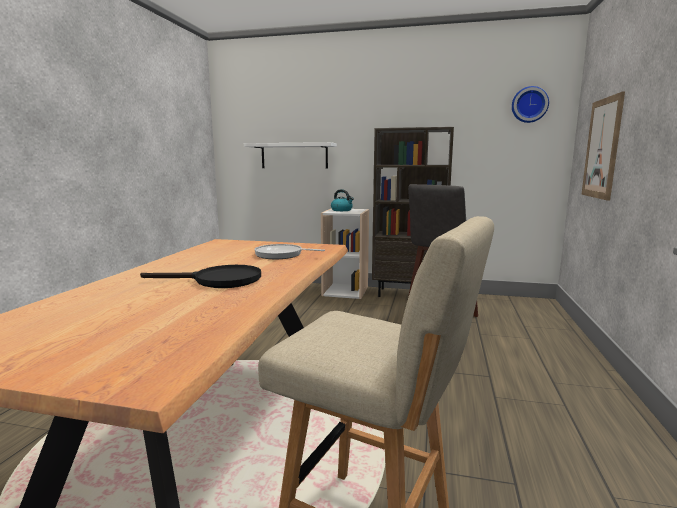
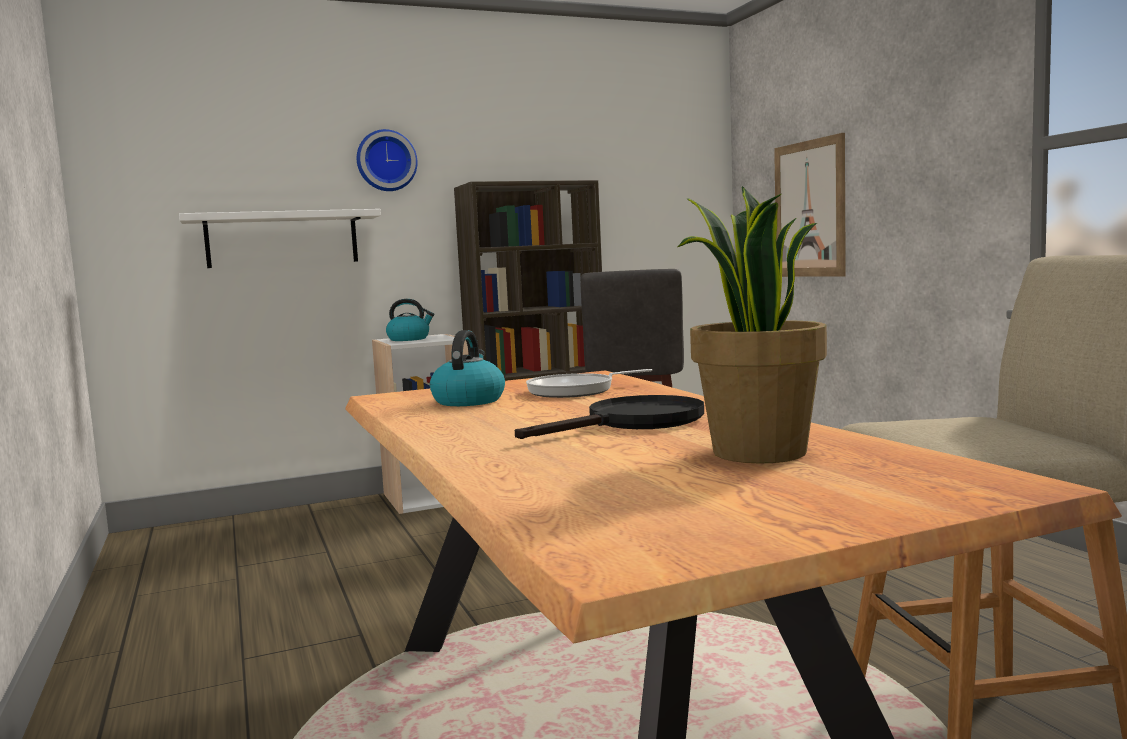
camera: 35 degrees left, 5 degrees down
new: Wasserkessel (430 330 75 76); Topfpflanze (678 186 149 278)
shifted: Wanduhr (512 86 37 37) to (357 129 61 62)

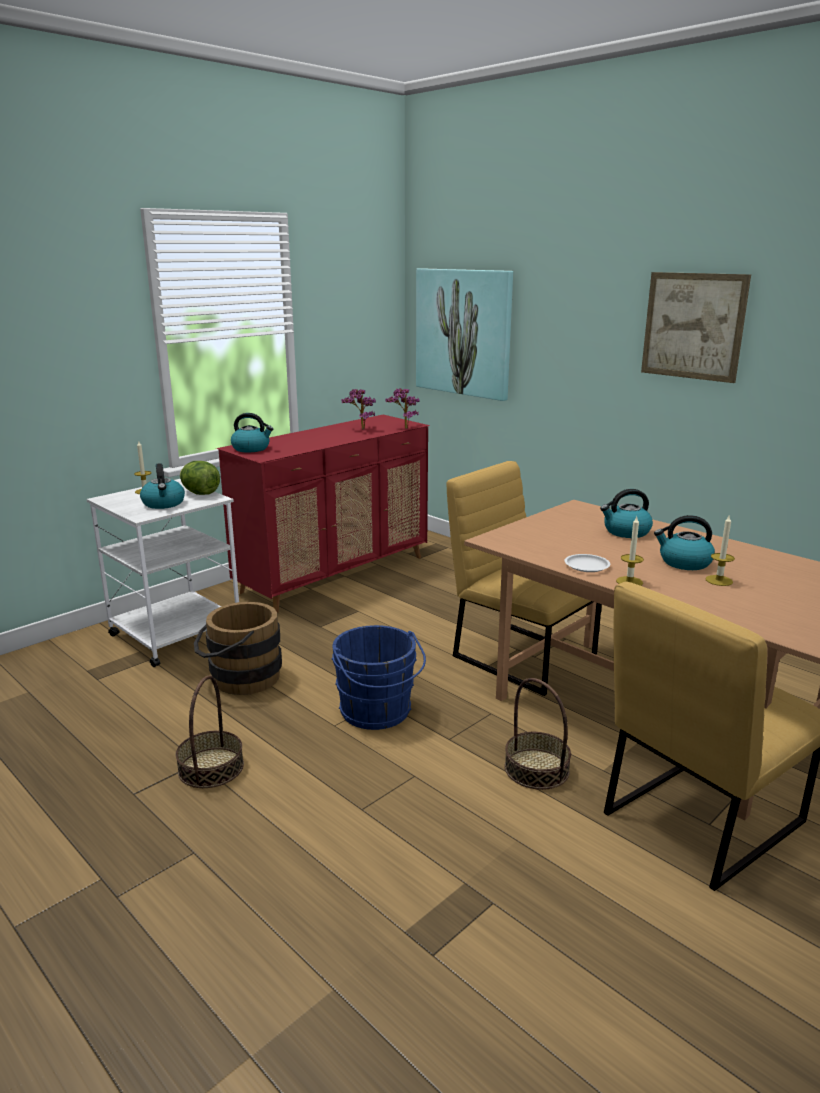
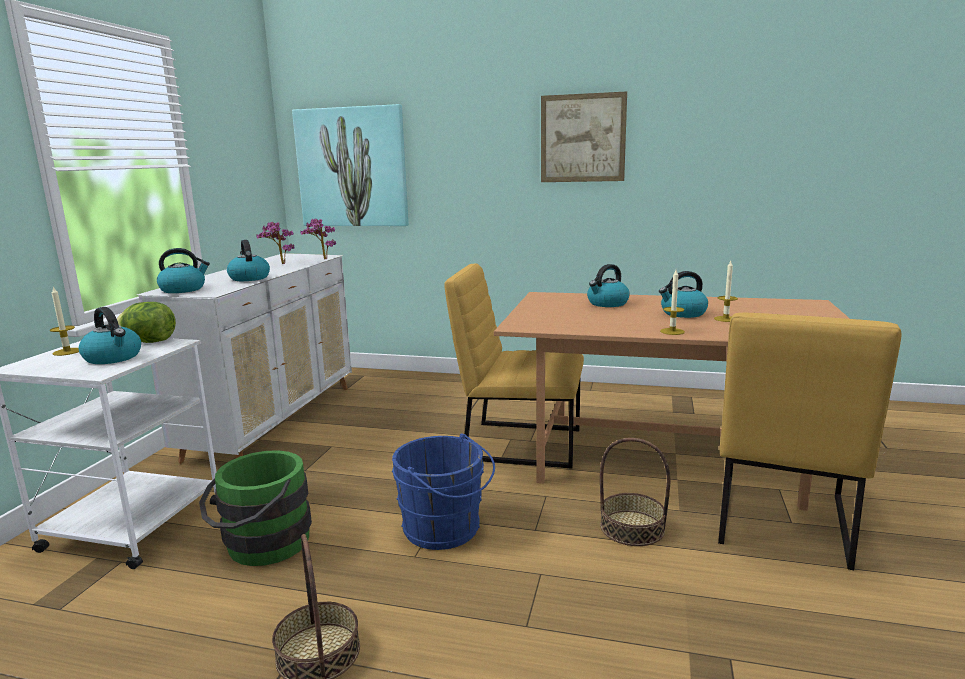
camera: 30 degrees left, 5 degrees down
gone: Teller (weiß) (565 554 45 18)
new: Wasserkessel (227 240 43 41)
repainted: Eimer (braun) (194 602 88 93) to Eimer (grün) (199 450 113 116); Schrank (rot) (216 415 214 198) to Schrank (weiß) (137 253 215 211)

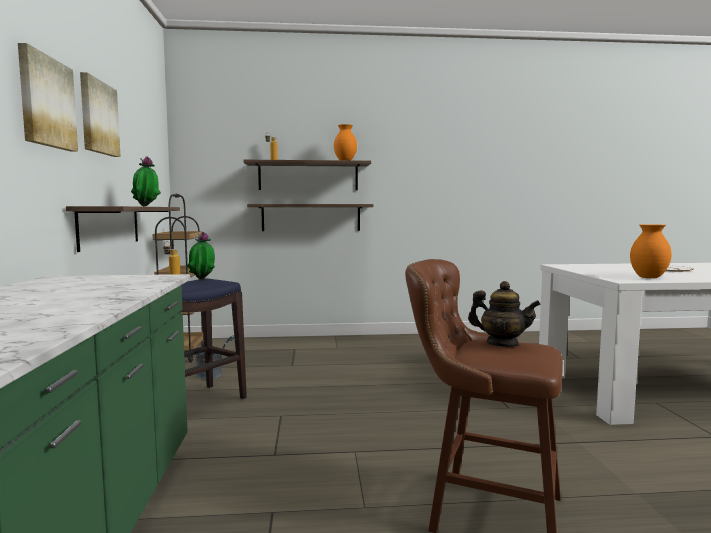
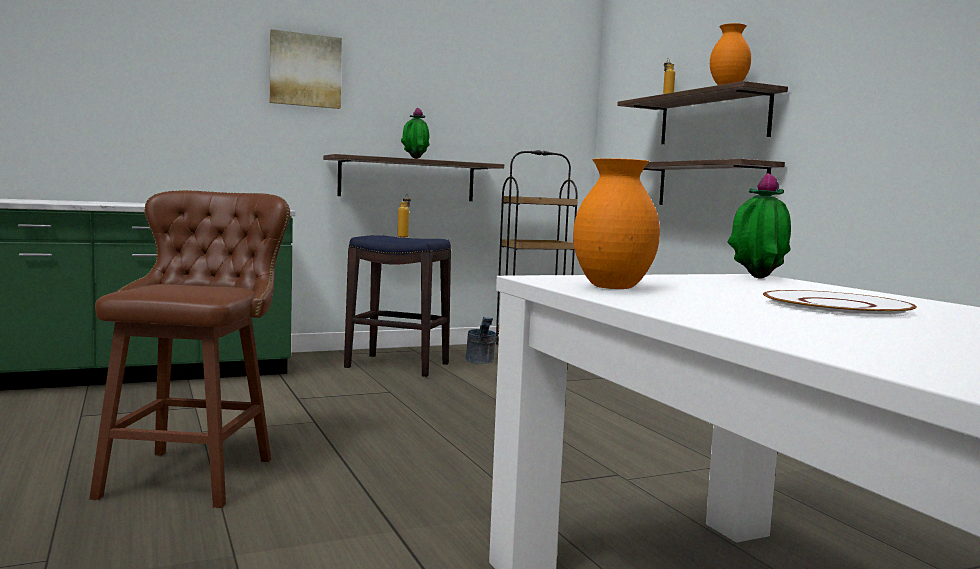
camera: 70 degrees right, 0 degrees up
gone: Bild (80 72 41 85); Teekanne (468 281 73 66)
shifted: Topfpflanze (187 232 28 47) to (728 173 63 106)

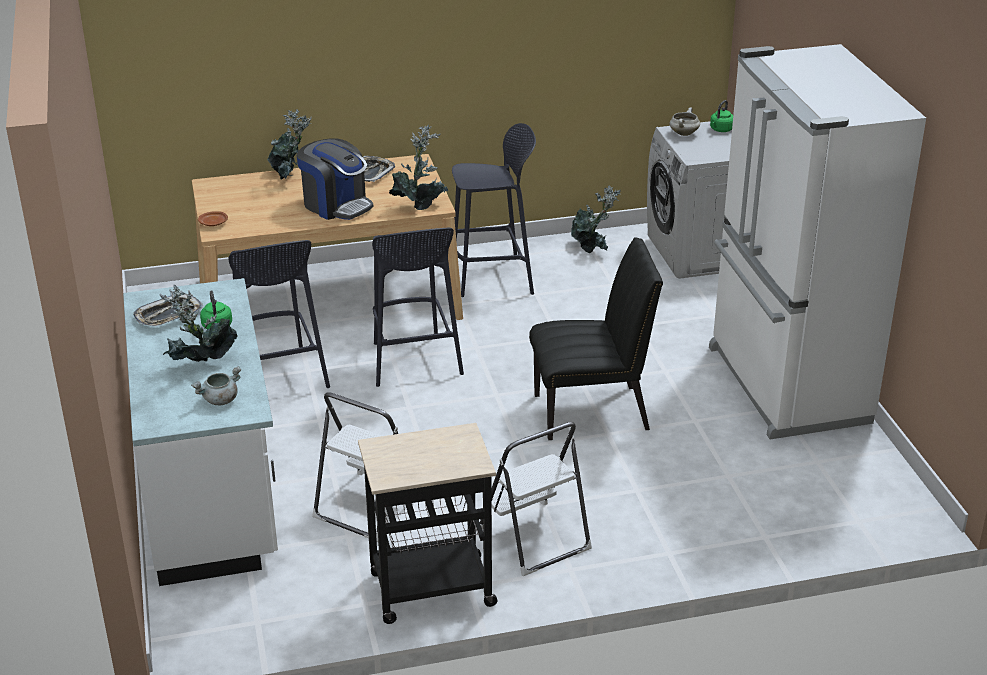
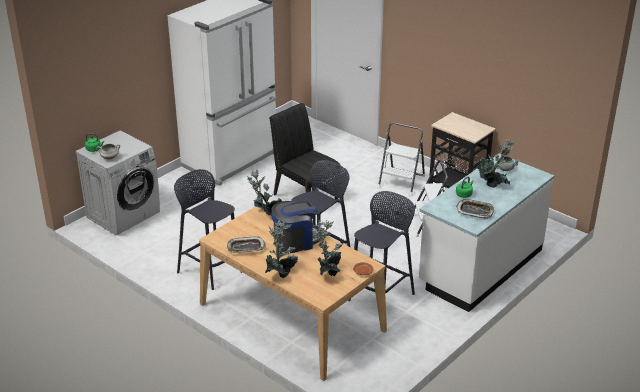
camera: 125 degrees left, 0 degrees up
shifted: Topfpflanze (571 185 50 68) to (312 220 31 56)
rotated: Kaffeemaschine (296 138 77 82) = (272 201 49 52) 60 degrees clockwise

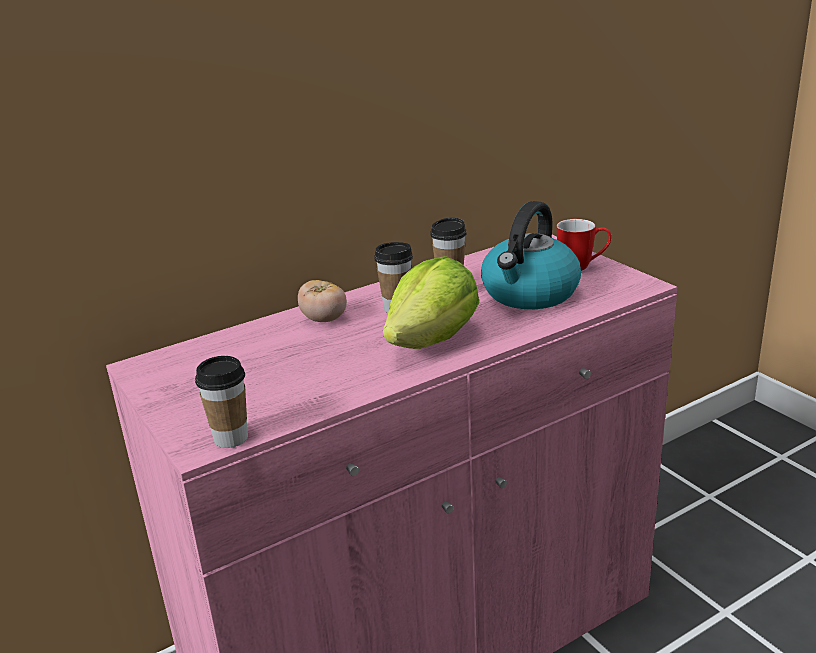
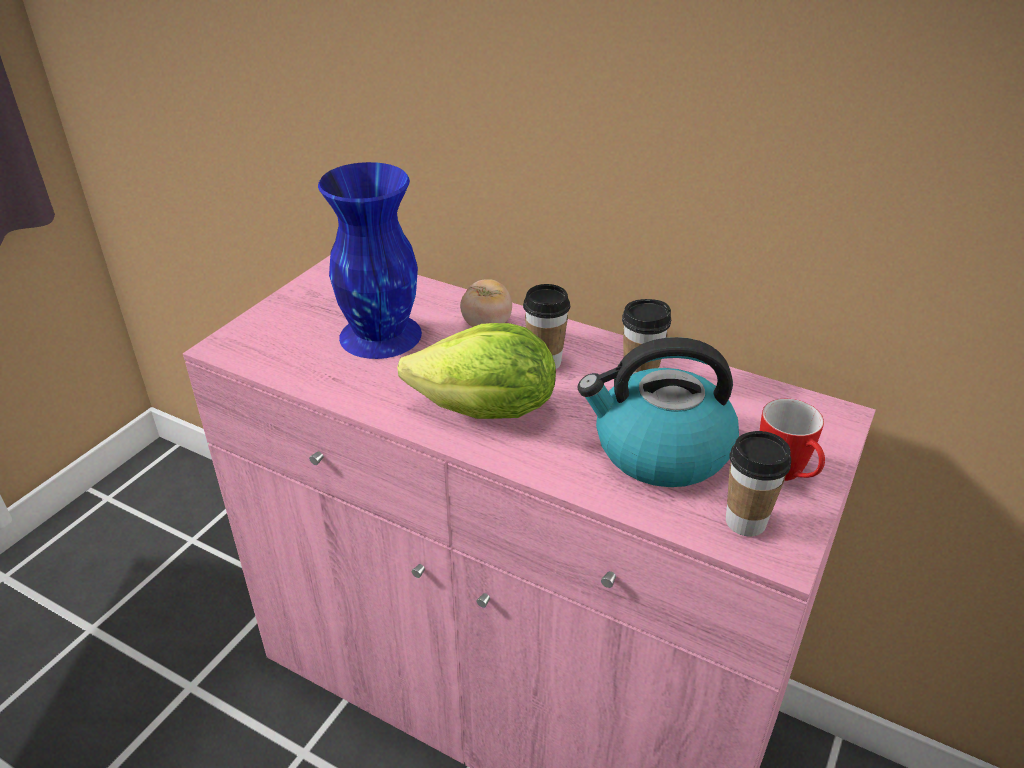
camera: 60 degrees right, 10 degrees up
new: Vase (blau) (318 162 104 197)
shifted: Tasse (195 356 53 92) to (726 431 65 105)

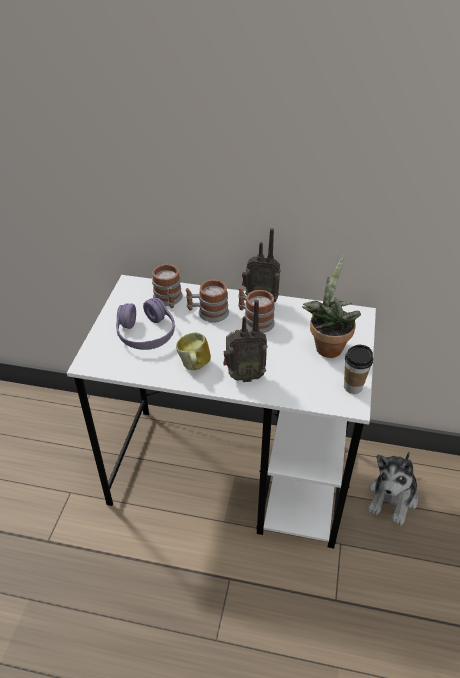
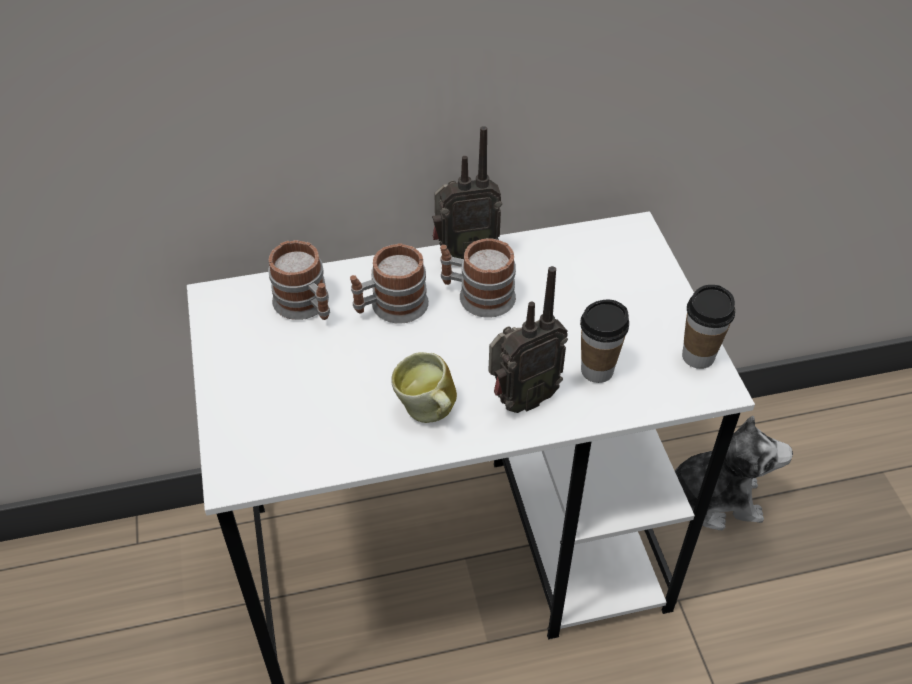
camera: 25 degrees left, 5 degrees up
gone: Kopfhörer (lila) (116 298 59 52); Topfpflanze (302 255 59 103)
new: Tasse (580 300 49 83)
rotated: Plüschtier (368 451 50 75) = (675 416 118 114) 90 degrees counterclockwise

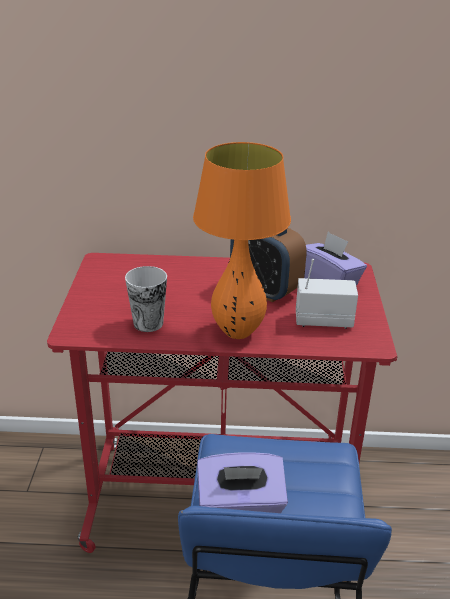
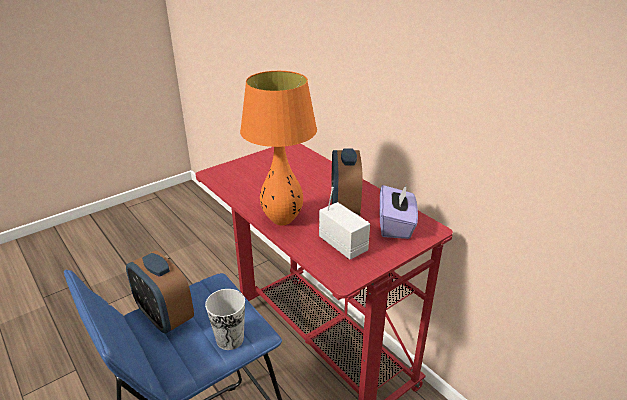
camera: 50 degrees right, 0 degrees up
shifted: Tasse (125 266 42 66) to (205 289 40 61)
swapped: Taschentuchbox (lila) (197 452 91 61) to Wecker (126 250 68 84)

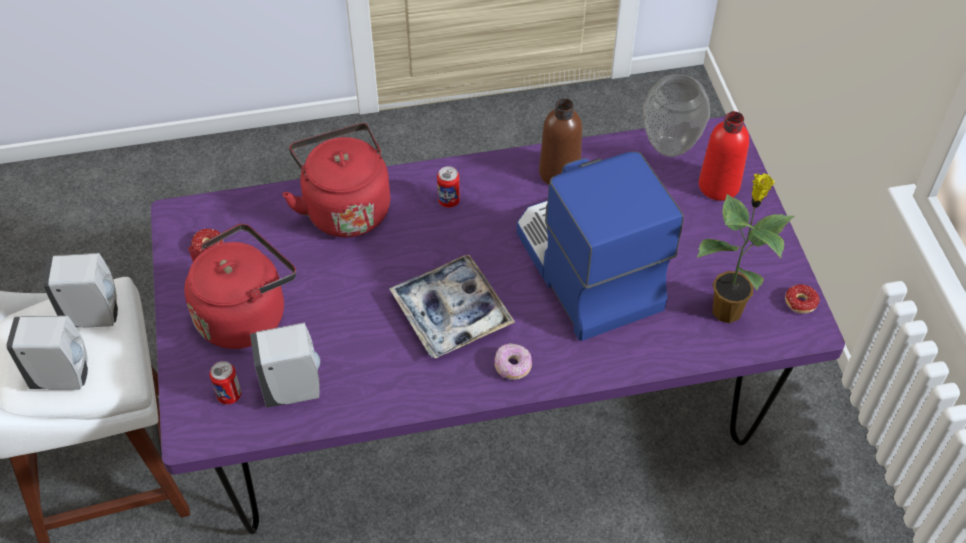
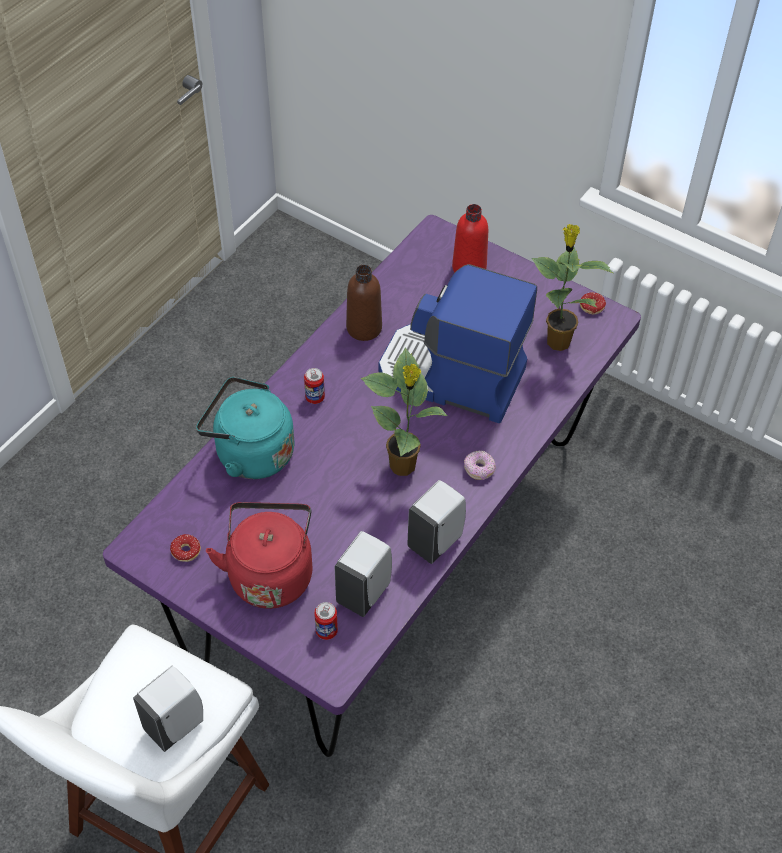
camera: 45 degrees left, 0 degrees up
gone: Vase (643 74 67 83)
shifted: Seifenspender (weiß) (43 253 75 75) to (407 480 59 84)
swapped: Tablett (389 255 126 104) to Topfpflanze (361 347 87 129)
repainted: Wasserkessel (rot) (282 123 108 114) to Wasserkessel (türkis) (196 377 99 102)

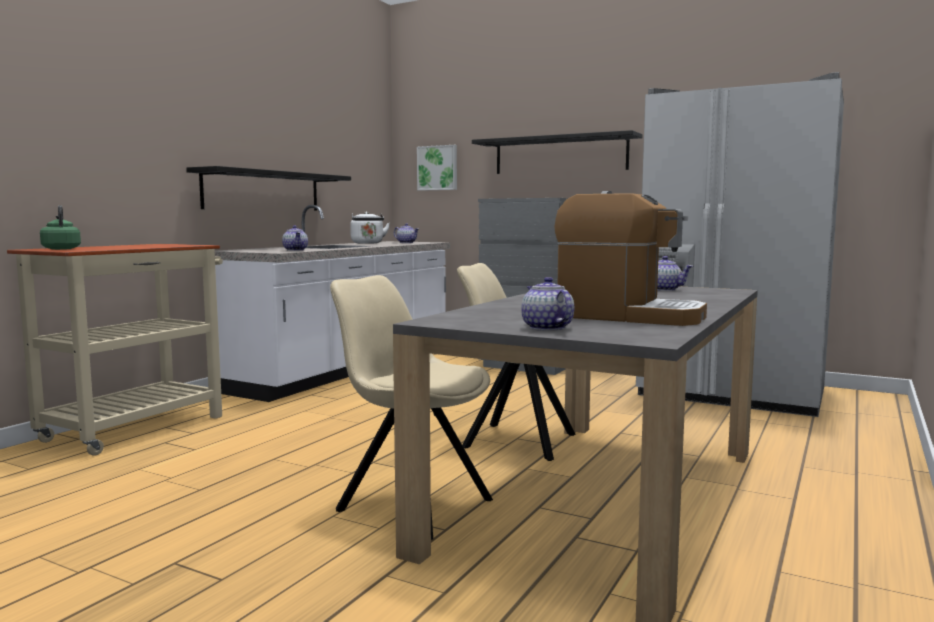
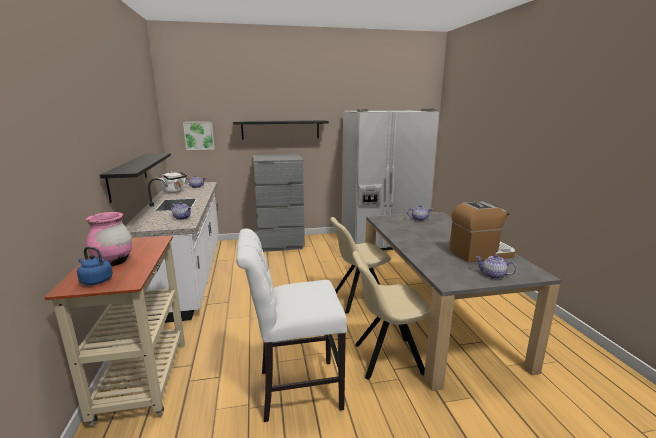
camera: 40 degrees left, 10 degrees up
new: Vase (rosa) (86 212 46 54); Hocker (weiß) (236 229 111 193)
repainted: Wasserkessel (grün) (40 205 41 45) to Wasserkessel (blau) (77 247 36 38)

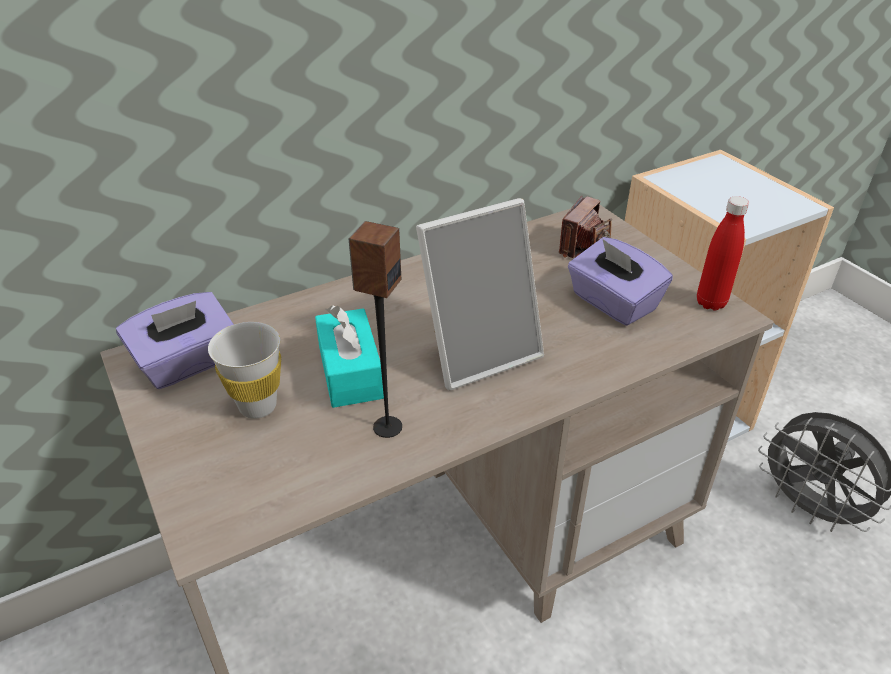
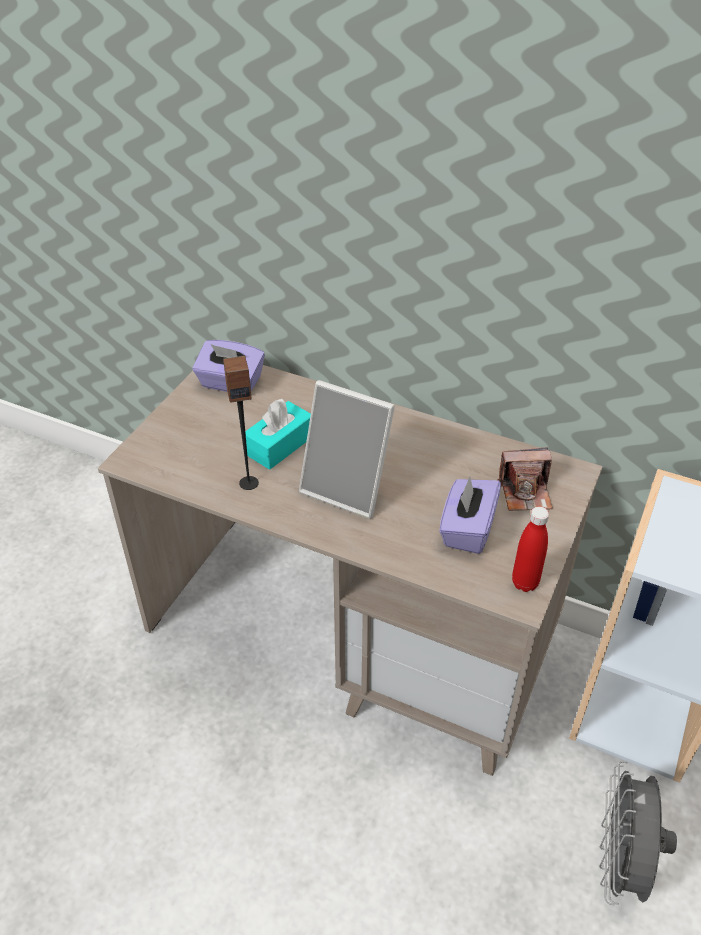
camera: 55 degrees right, 5 degrees up
gone: Tasse (weiß) (208 322 73 97)

